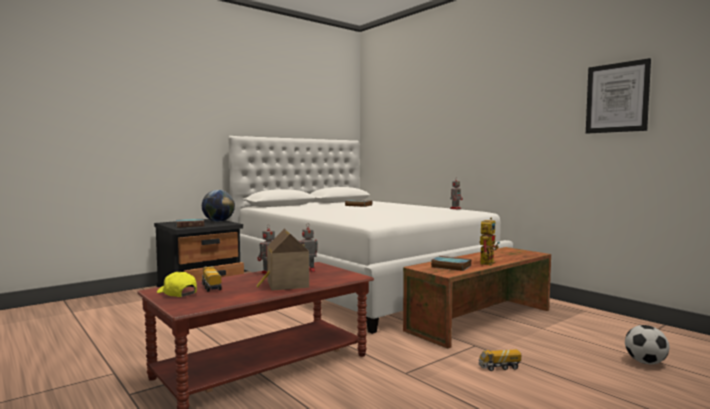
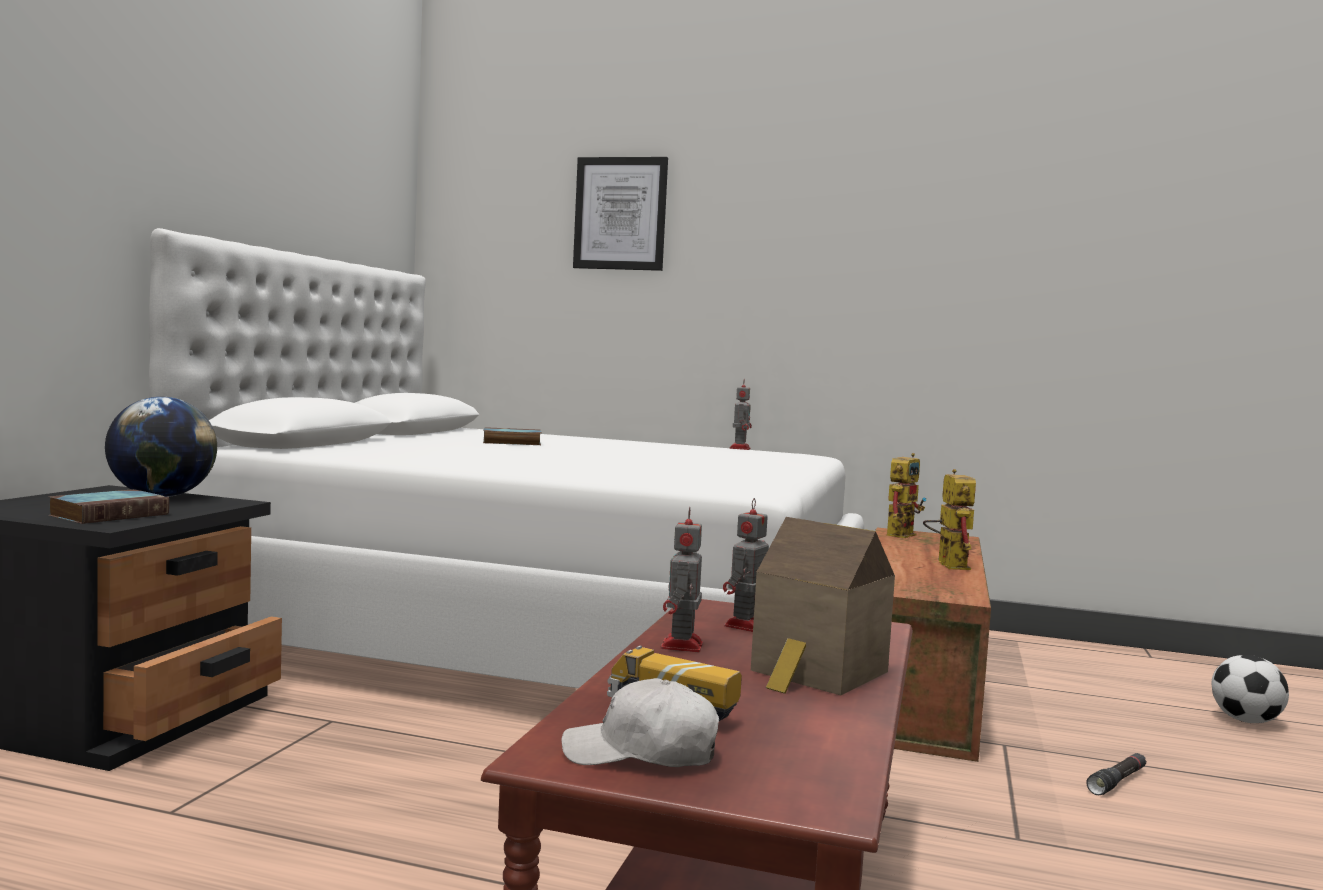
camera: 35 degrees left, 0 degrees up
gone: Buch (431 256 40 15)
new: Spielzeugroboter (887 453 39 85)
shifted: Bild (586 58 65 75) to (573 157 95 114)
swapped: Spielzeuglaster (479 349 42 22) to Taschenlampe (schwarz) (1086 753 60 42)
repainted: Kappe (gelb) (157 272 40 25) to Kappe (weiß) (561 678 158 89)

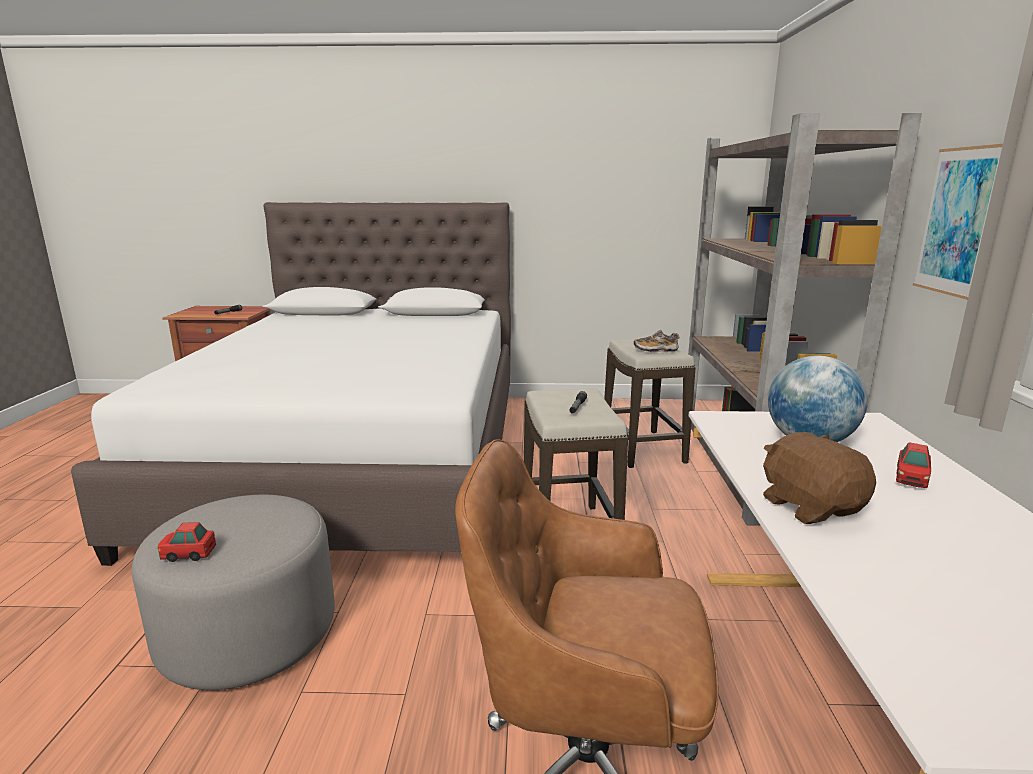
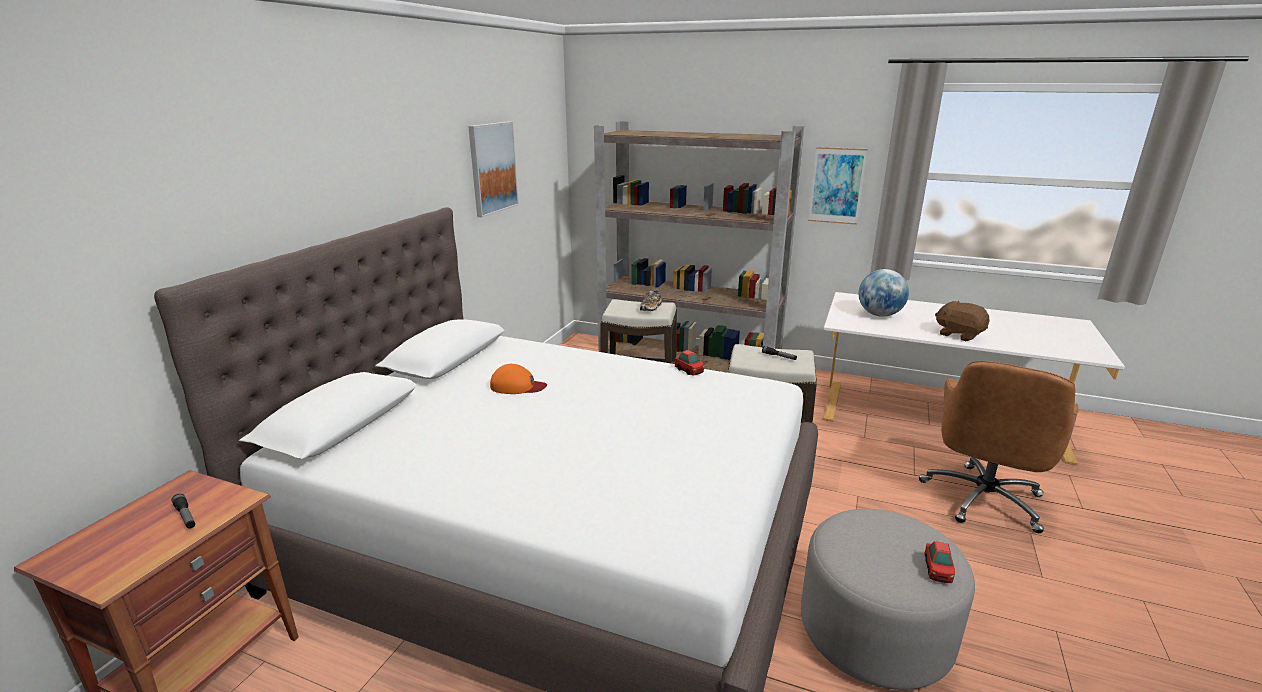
camera: 70 degrees left, 5 degrees up
new: Bild (468 121 51 96); Kappe (orange) (490 364 57 30)
shifted: Spielzeugauto (896 442 35 46) to (675 350 29 25)
rotated: Plüschtier (braun) (763 432 113 92) = (935 301 55 40) 45 degrees clockwise

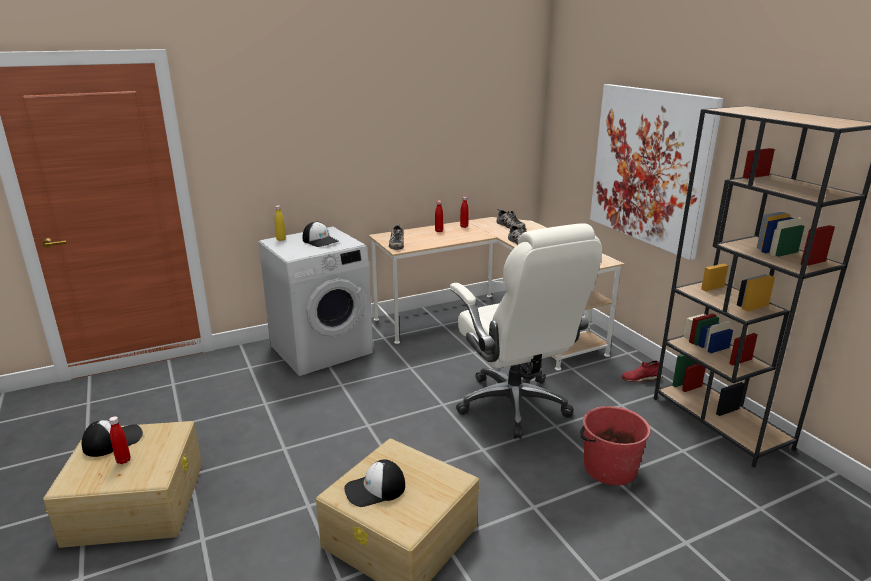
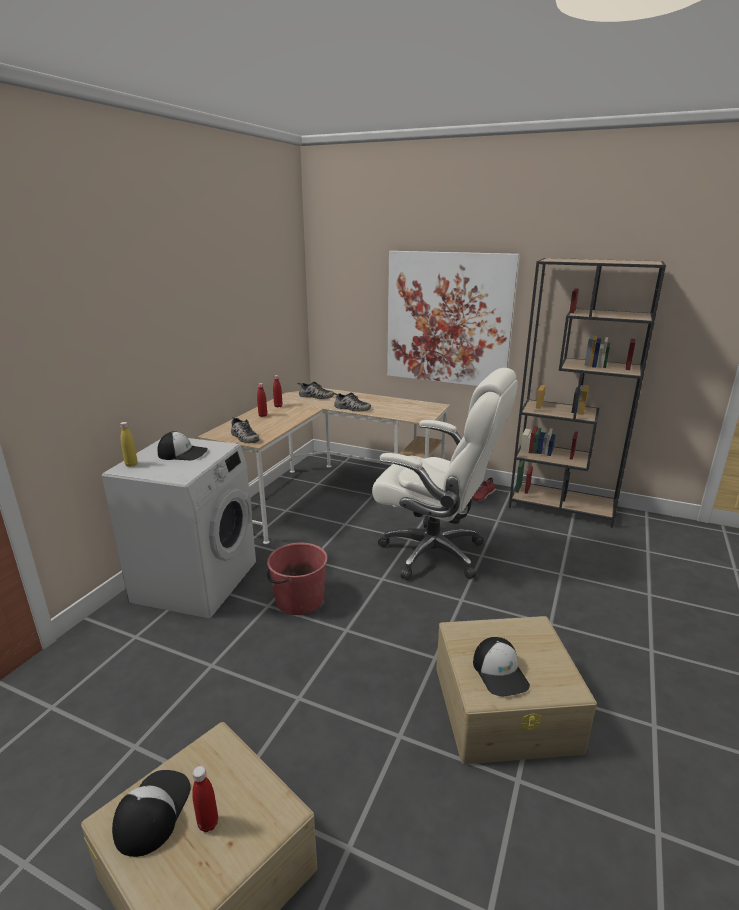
camera: 40 degrees left, 0 degrees up
shifted: Eimer (rot) (580 406 71 79) to (267 543 61 72)
rotated: Kappe (344 459 61 48) = (473 637 57 59) 45 degrees counterclockwise

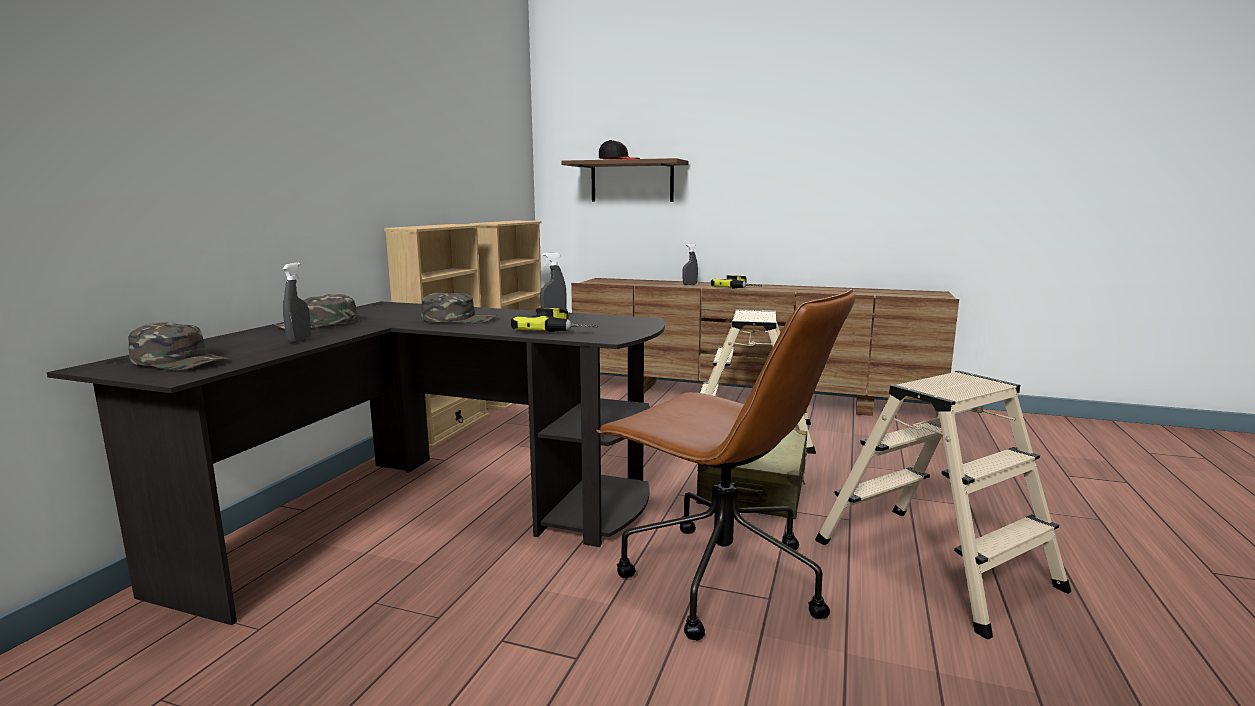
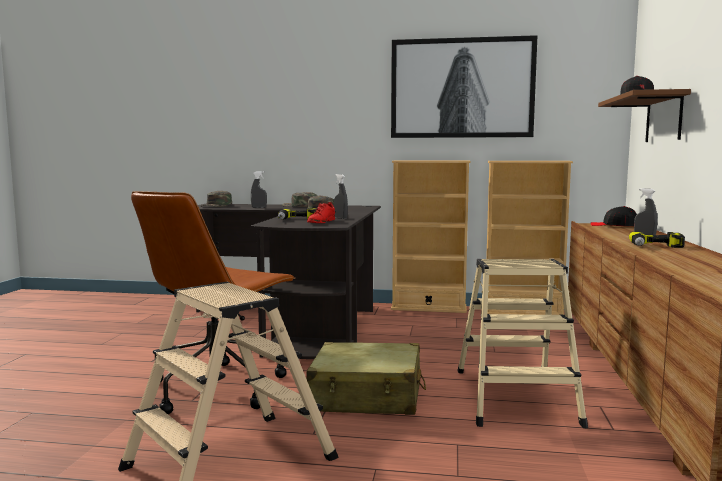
camera: 80 degrees right, 5 degrees down
new: Schuh (rot) (307 202 28 21); Bild (391 35 147 103); Kappe (schwarz) (590 206 47 20)

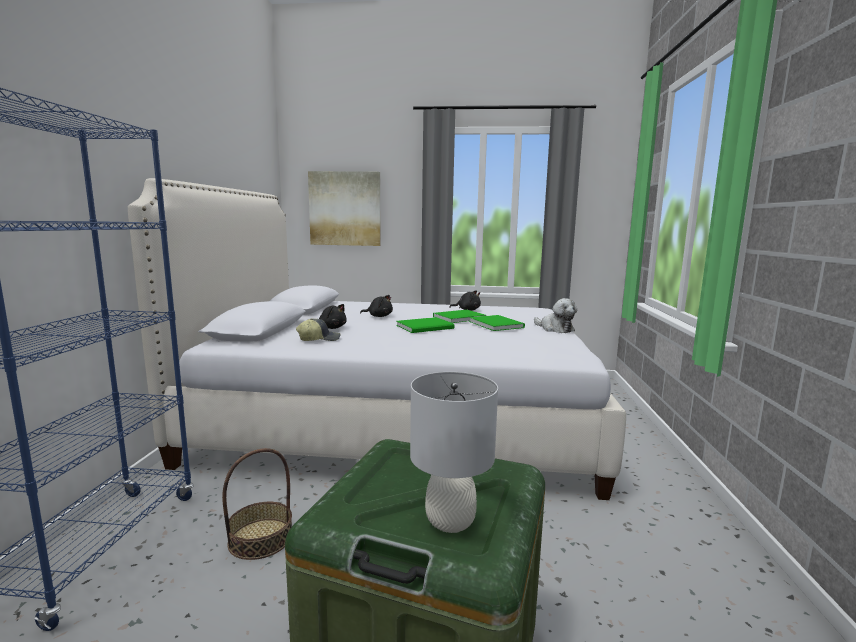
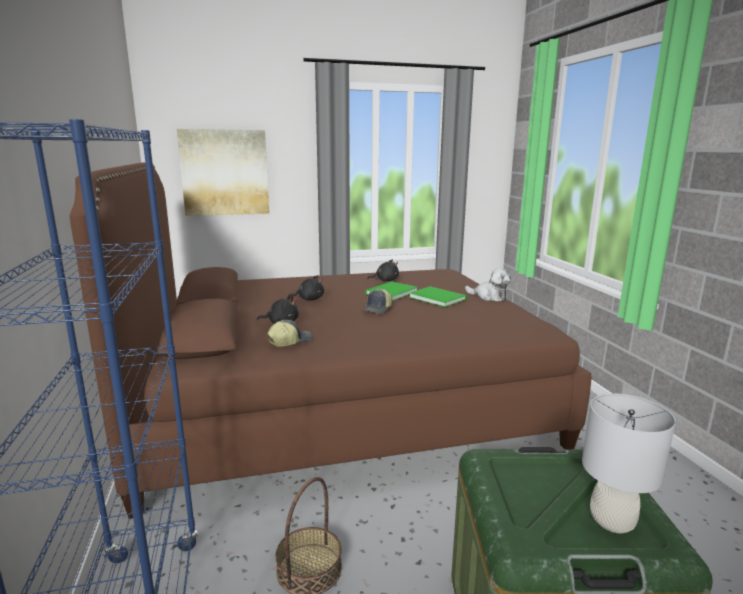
camera: 20 degrees left, 5 degrees up
swapped: Buch (grün) (396 317 59 16) to Kappe (362 288 30 26)
repainted: Bett (weiß) (128 178 498 322) to Bett (braun) (70 162 521 357)

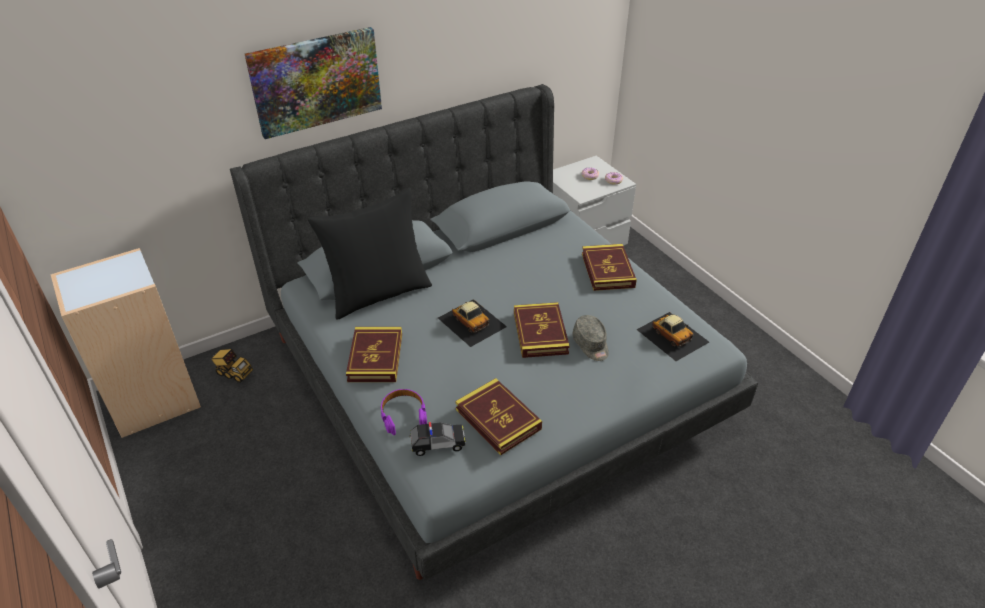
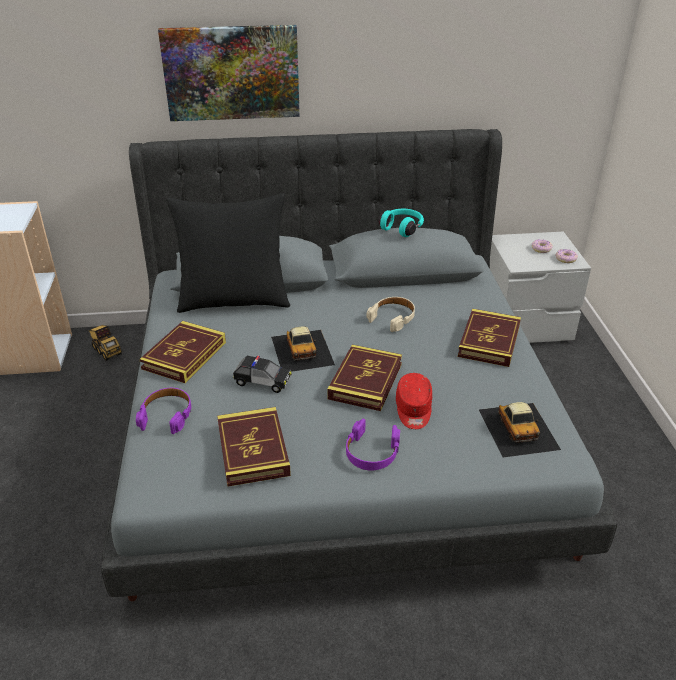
camera: 25 degrees right, 5 degrees down
new: Kopfhörer (lila) (346 419 54 51); Kopfhörer (beige) (366 297 49 35); Kopfhörer (türkis) (379 209 45 28)
shifted: Spielzeugauto (409 422 57 34) to (233 356 59 37)
repainted: Kappe (grau) (572 315 37 46) to Kappe (rot) (396 373 36 56)

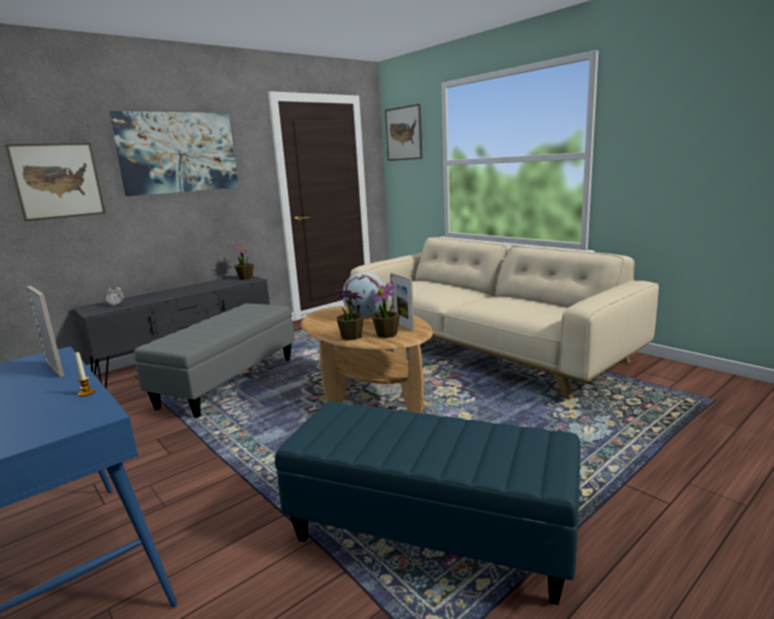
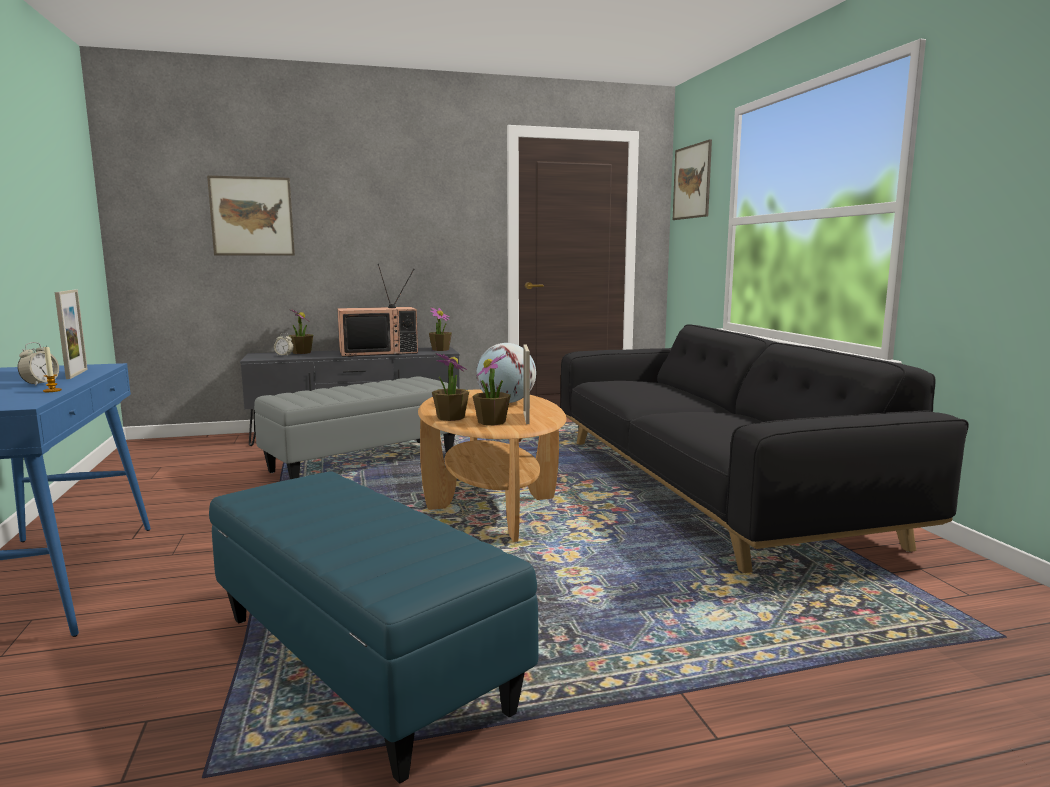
camera: 25 degrees right, 5 degrees down
gone: Bild (109 111 130 85)
new: Wecker (18 342 41 44); Topfpflanze (289 310 24 44); Fernseher (337 264 81 93)
repainted: Sofa (beige) (350 237 309 162) to Sofa (schwarz) (560 324 409 249)

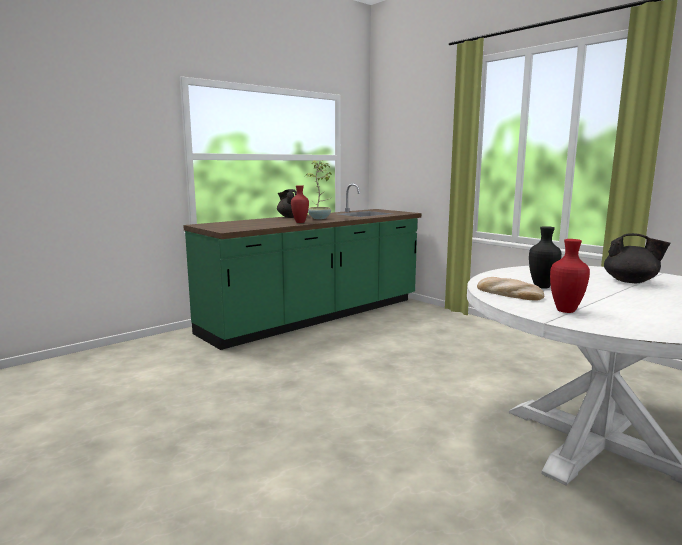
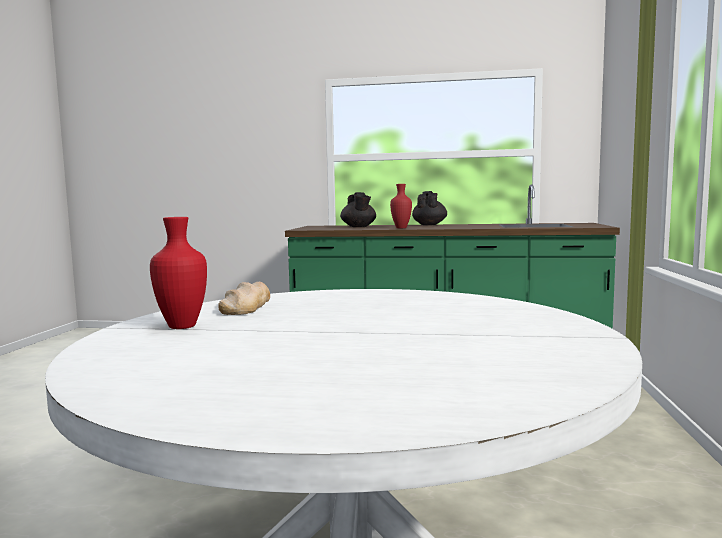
camera: 50 degrees right, 5 degrees down
gone: Topfpflanze (306 160 27 59); Vase (schwarz) (529 226 32 63)
shifted: Teekanne (schwarz) (604 233 66 50) to (340 192 36 35)

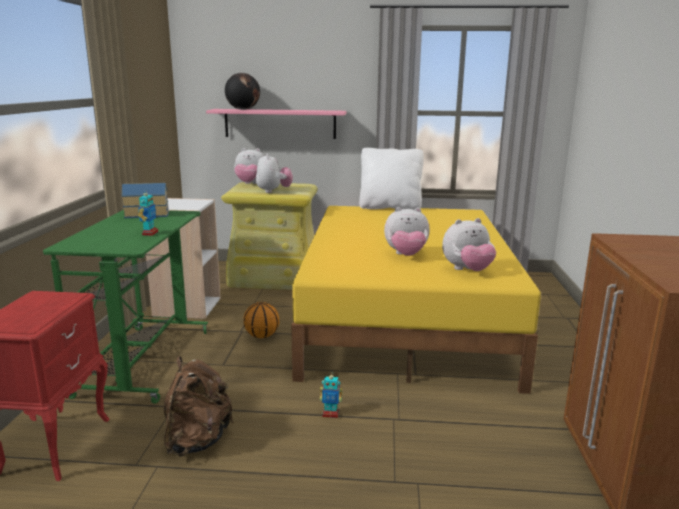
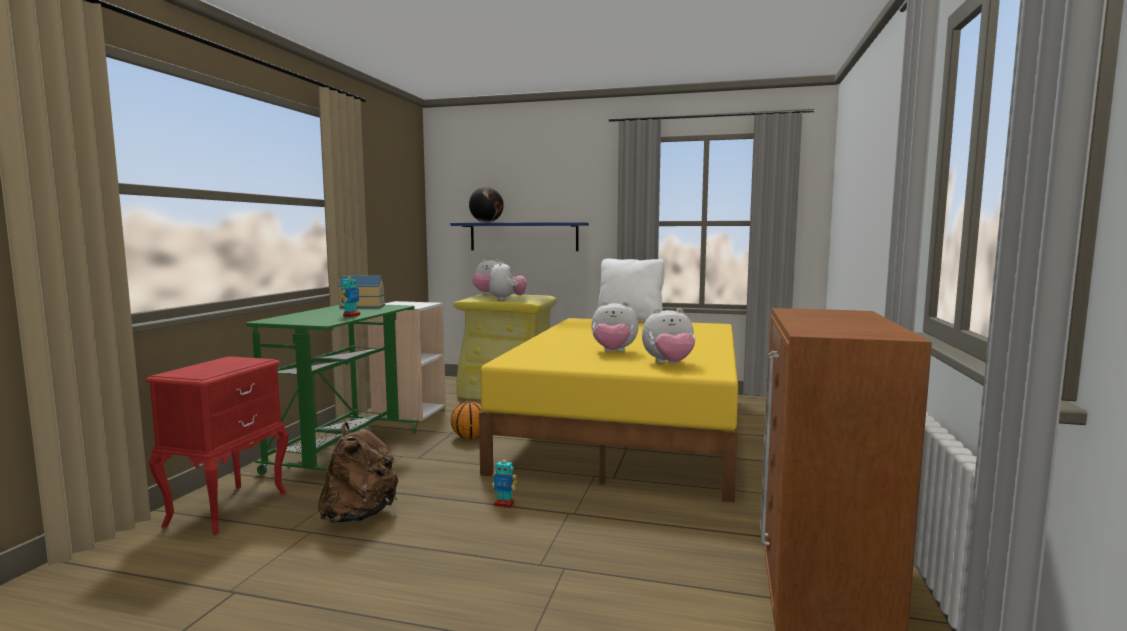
camera: 10 degrees right, 10 degrees down
repainted: Wandregal (rosa) (206 109 141 30) to Wandregal (blau) (450 222 139 29)

